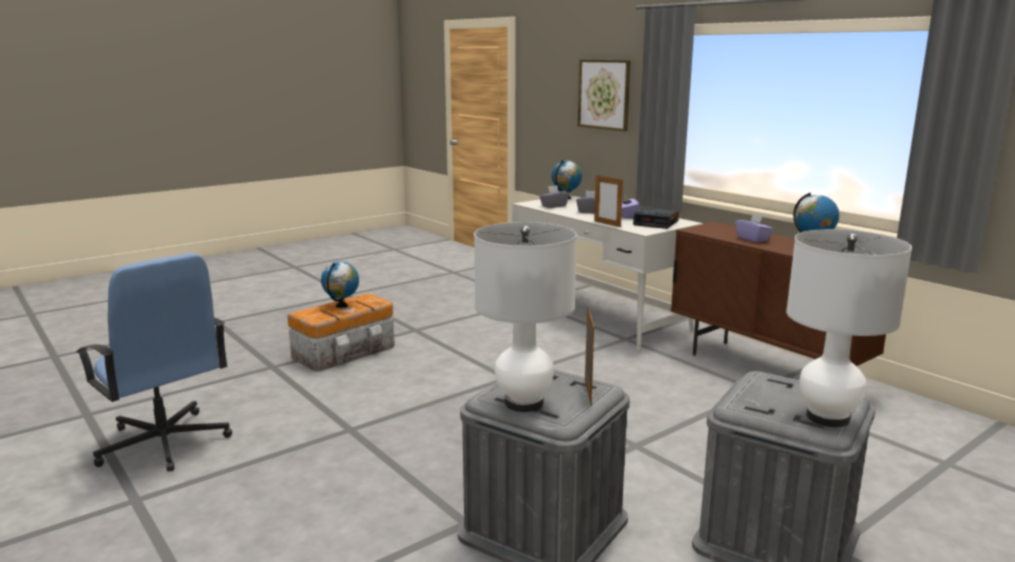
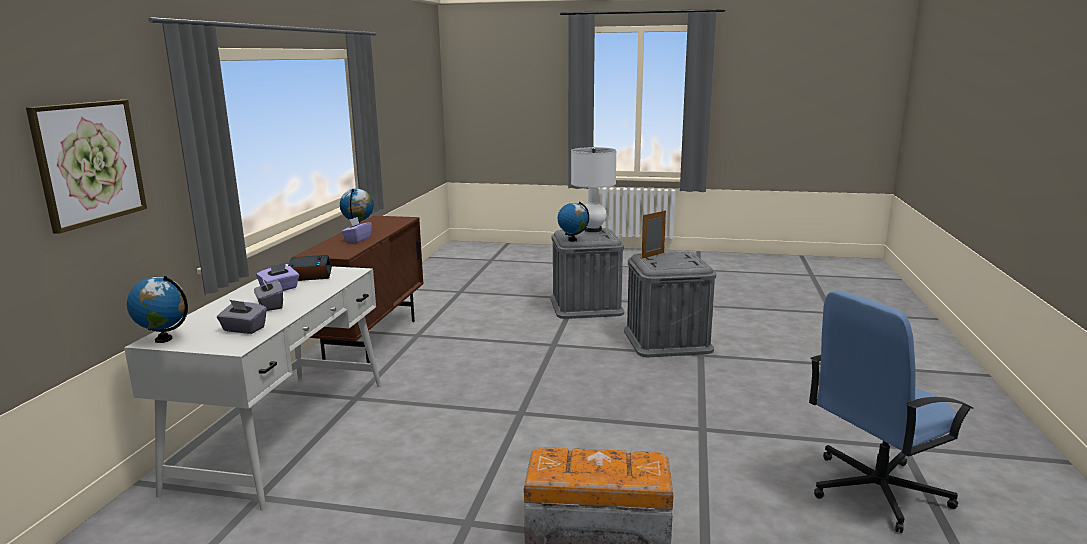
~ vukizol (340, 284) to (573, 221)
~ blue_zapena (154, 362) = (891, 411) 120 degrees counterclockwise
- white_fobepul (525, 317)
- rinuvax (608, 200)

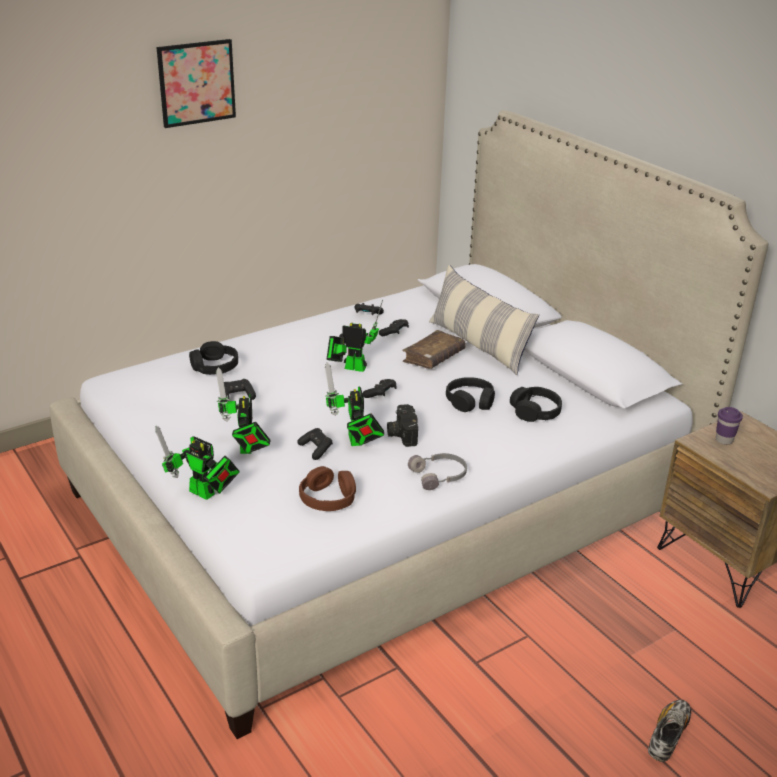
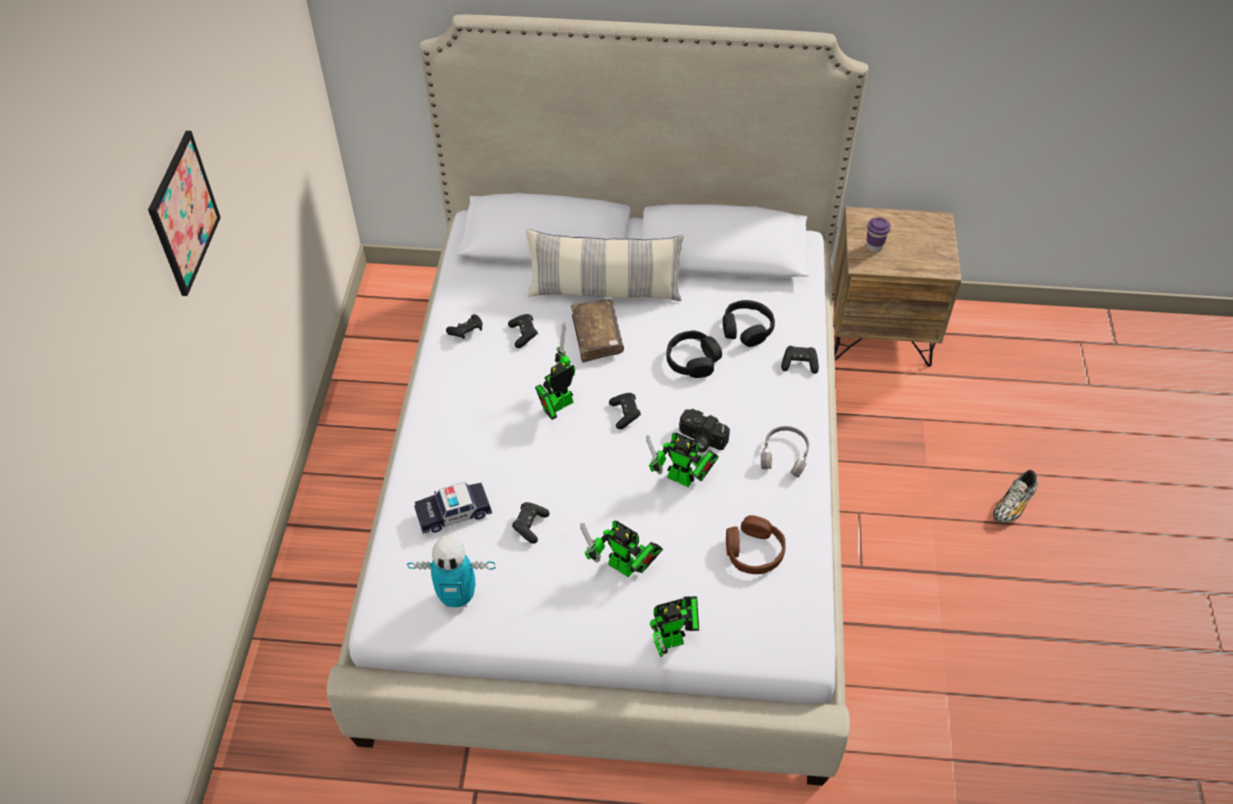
+ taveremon (451, 572)
~ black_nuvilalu (213, 358) to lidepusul (453, 508)
~ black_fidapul (315, 444) to (800, 360)
~ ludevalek (669, 731) = (1015, 496) 120 degrees counterclockwise

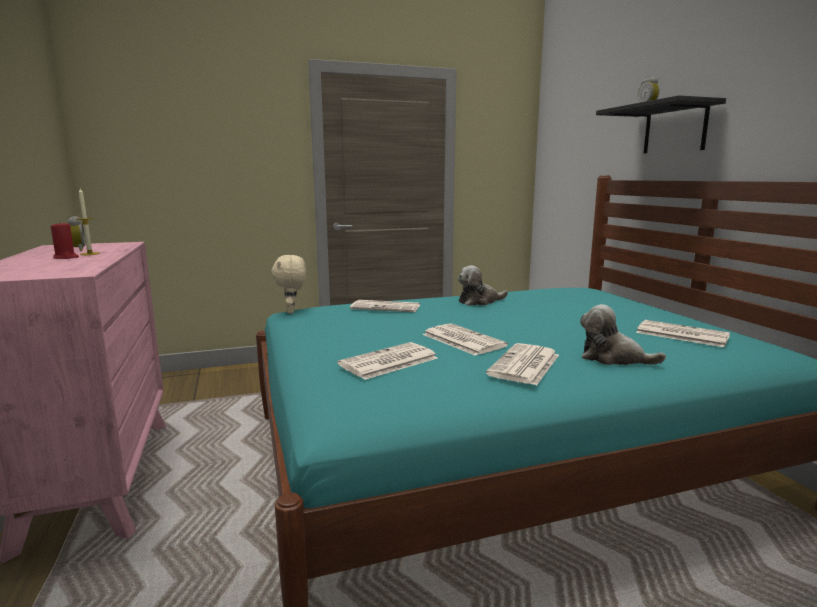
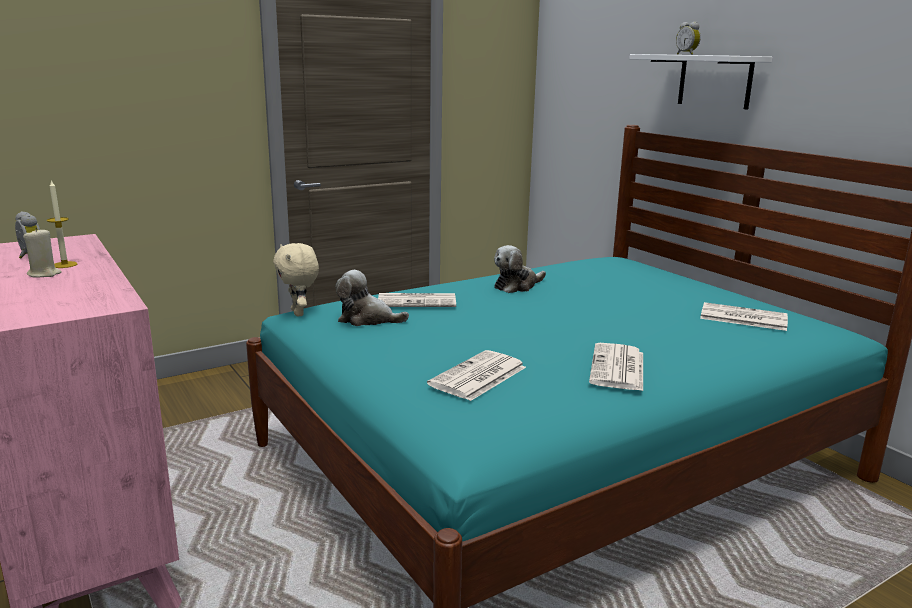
~ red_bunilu (65, 240) to beige_bunilu (42, 252)
~ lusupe (623, 334) to (372, 298)
~ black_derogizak (661, 124) to white_derogizak (700, 82)
- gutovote (465, 339)

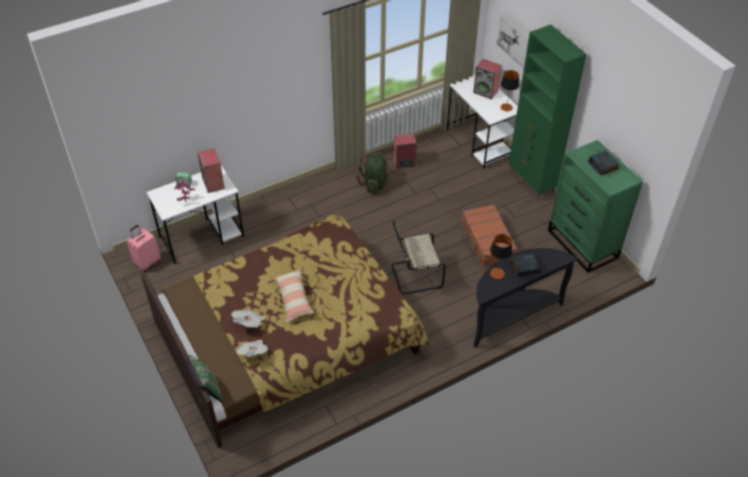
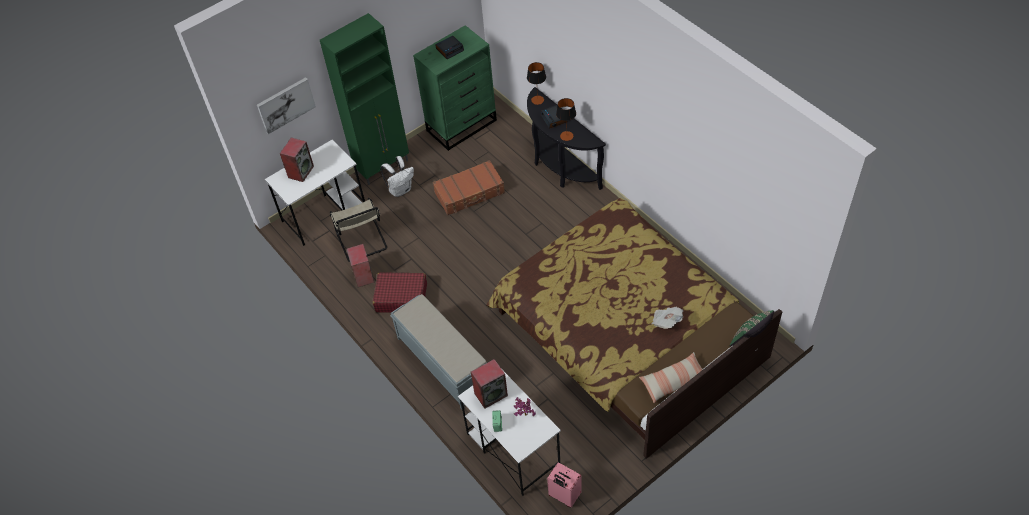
~ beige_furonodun (418, 258) to (358, 230)
~ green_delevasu (373, 172) to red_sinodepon (400, 293)
+ white_delevasu (397, 176)
+ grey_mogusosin (438, 351)
~ fobepul (510, 90) to (536, 83)
~ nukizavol (294, 295) to (671, 377)
- gutovote (252, 348)

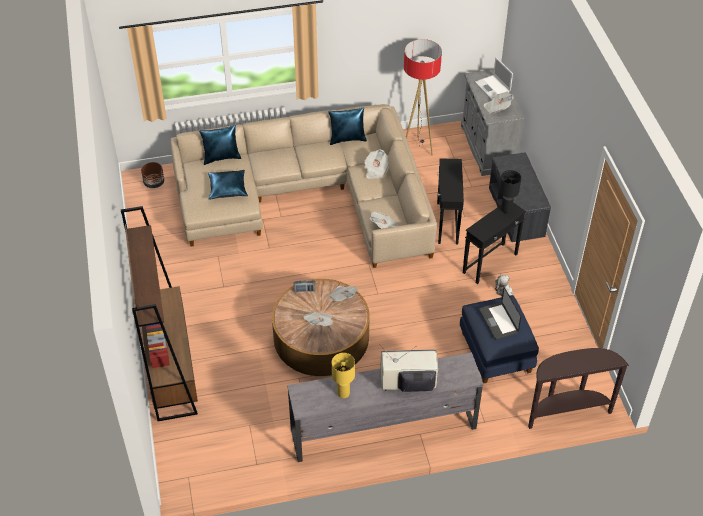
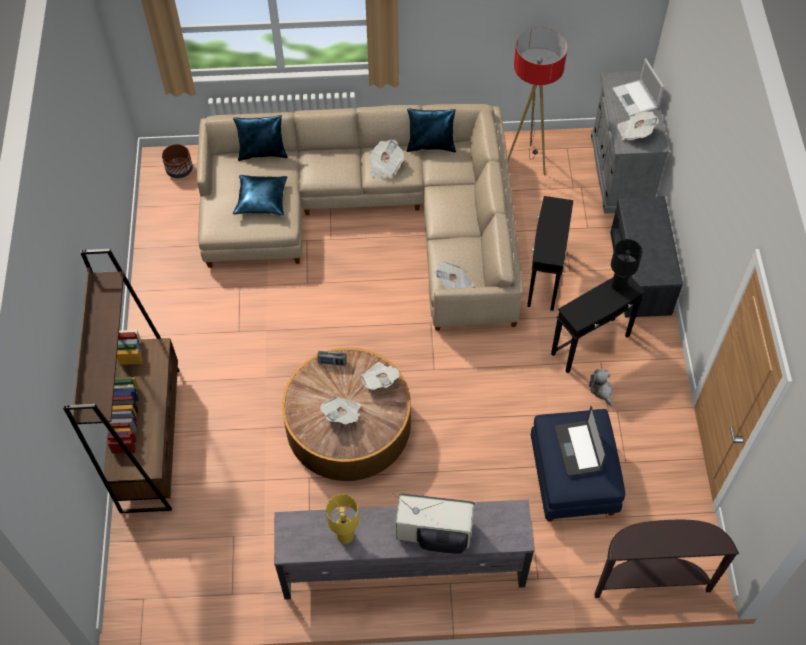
~ gutovote (376, 164) to (386, 159)

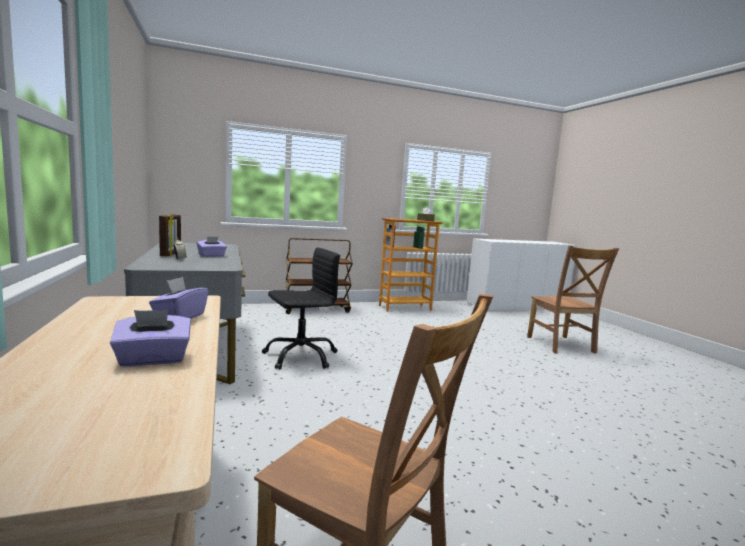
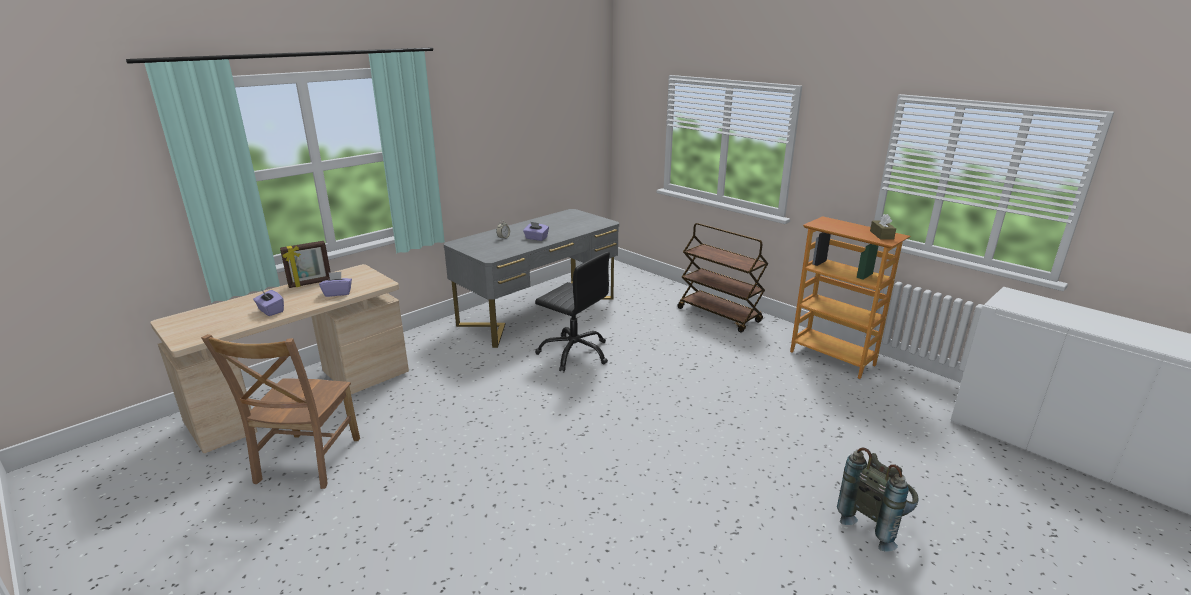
~ rinuvax (170, 235) to (305, 264)
~ brown_furonodun (573, 300) to grey_delevasu (878, 499)

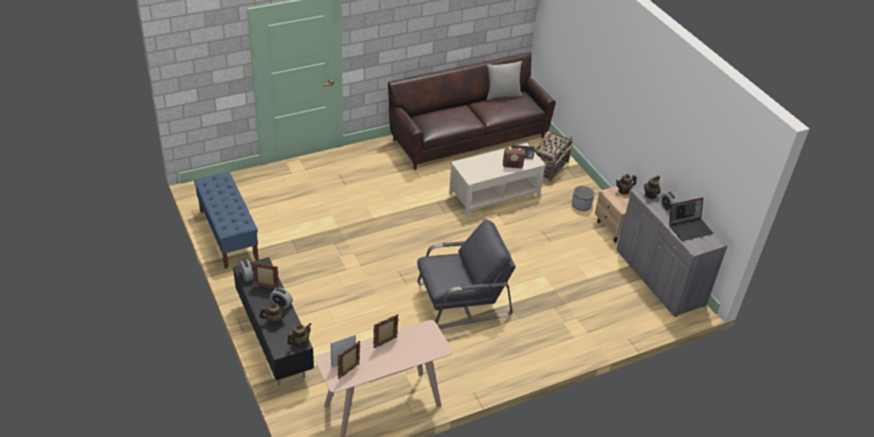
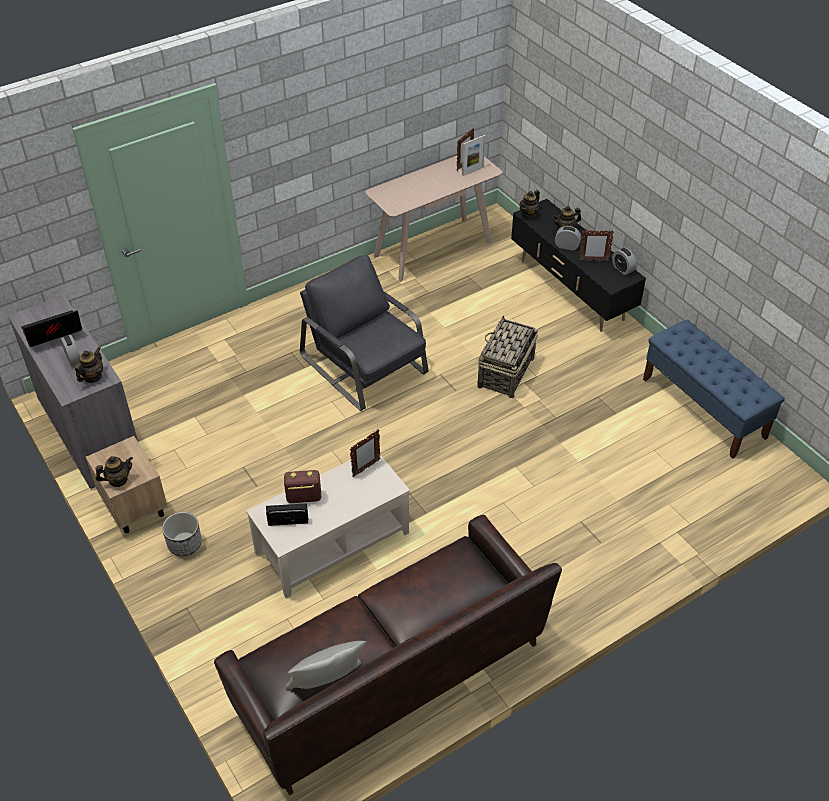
~ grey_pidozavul (466, 274) = (364, 333) 75 degrees clockwise
~ rinuvax (386, 331) to (365, 453)
~ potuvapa (553, 157) to (507, 356)

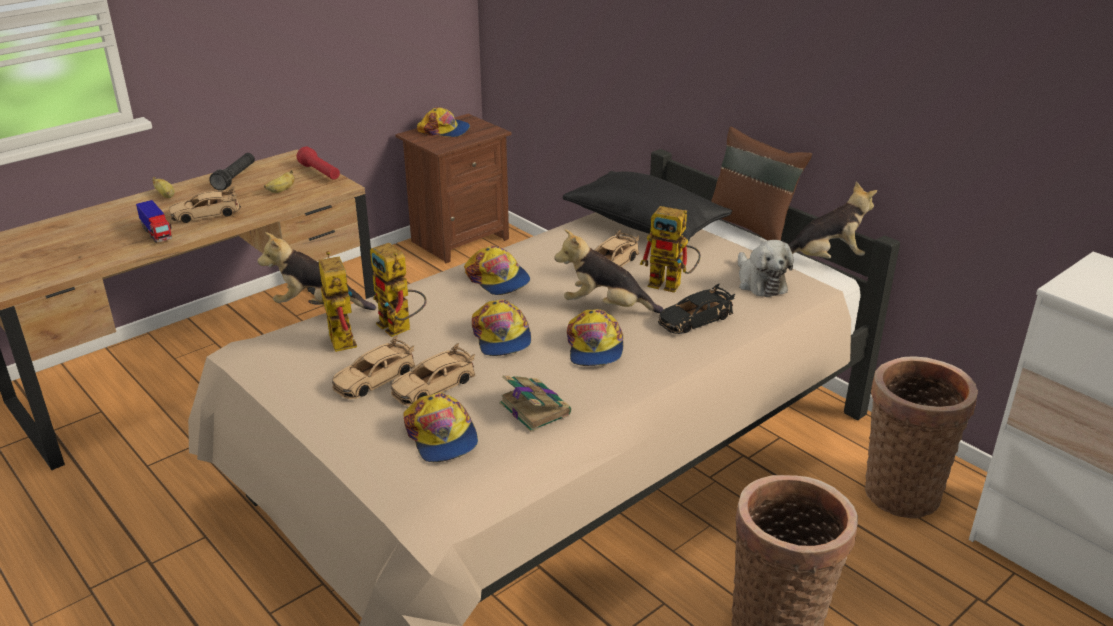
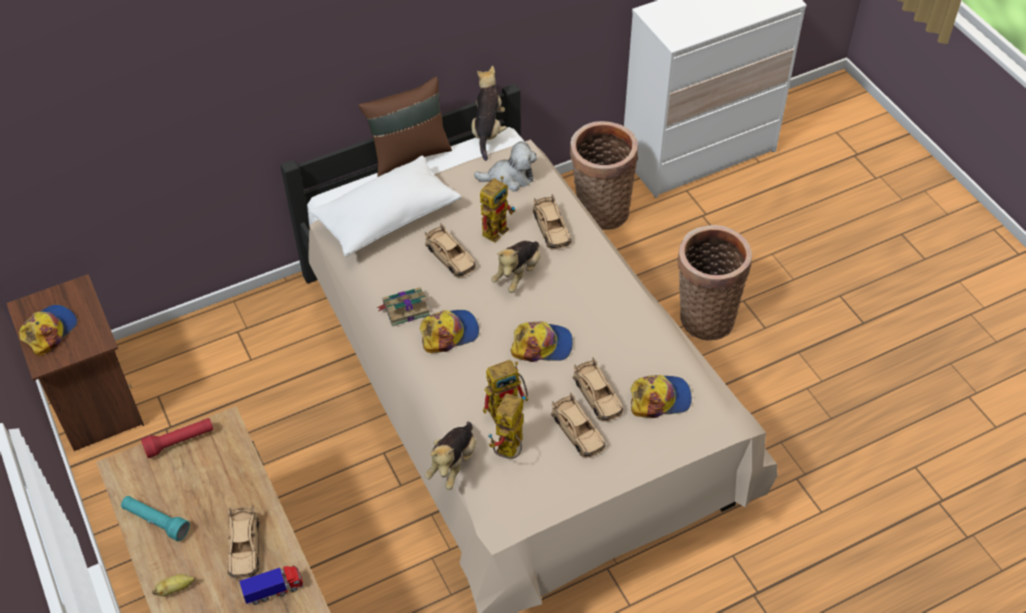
~ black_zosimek (232, 172) to turquoise_zosimek (155, 518)
~ black_nukizavol (647, 206) to white_nukizavol (385, 206)
~ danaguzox (535, 403) to (403, 306)
~ taveremon (332, 301) = (505, 426) 60 degrees counterclockwise
~ black_lidepusul (696, 309) to beige_lidepusul (552, 222)
- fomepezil (279, 181)
- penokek (595, 337)

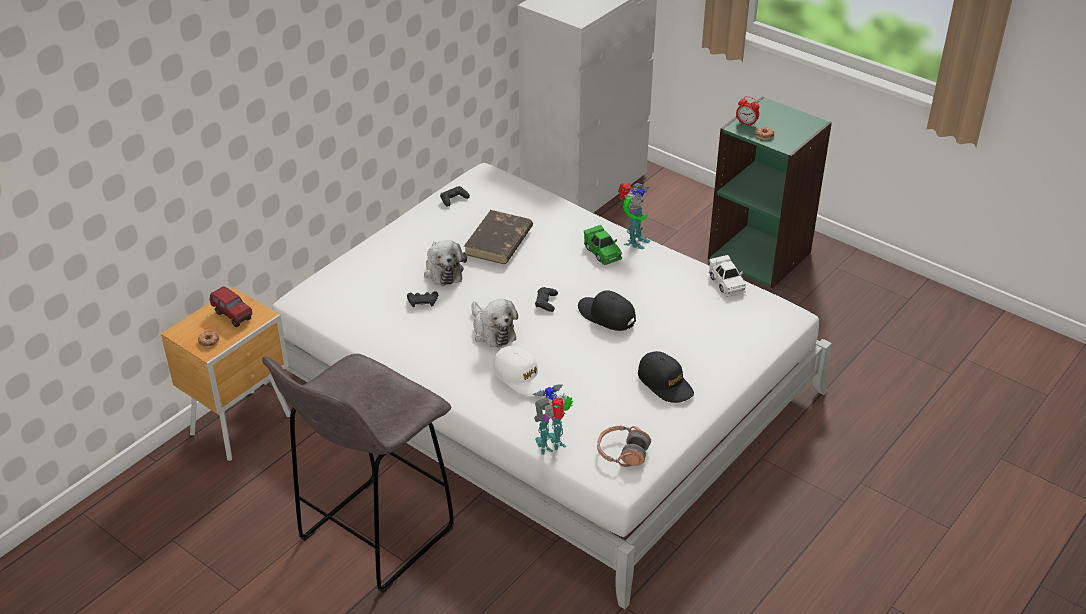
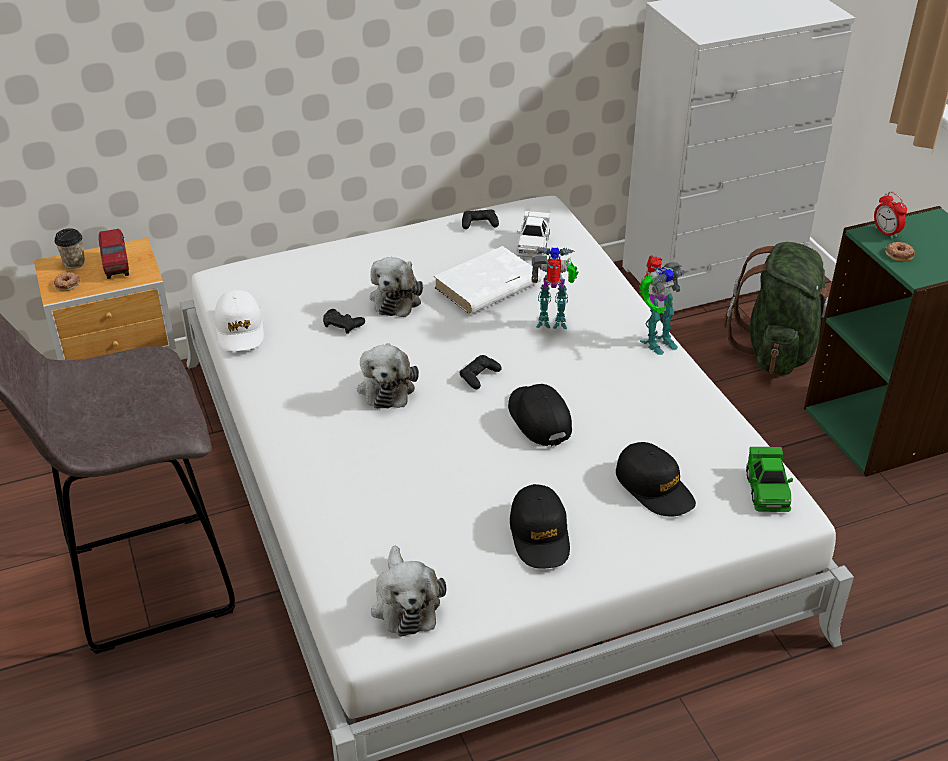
+ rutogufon (69, 248)
~ white_penokek (521, 371) to (239, 321)
~ nuvilalu (624, 446) to lusupe (408, 591)
~ brown_danaguzox (498, 237) to white_danaguzox (487, 280)
~ white_lidepusul (727, 276) to (533, 234)
~ taveremon (553, 419) to (554, 287)
+ black_penokek (656, 479)
+ green_delevasu (775, 308)
~ green_lidepusul (603, 245) to (769, 479)

